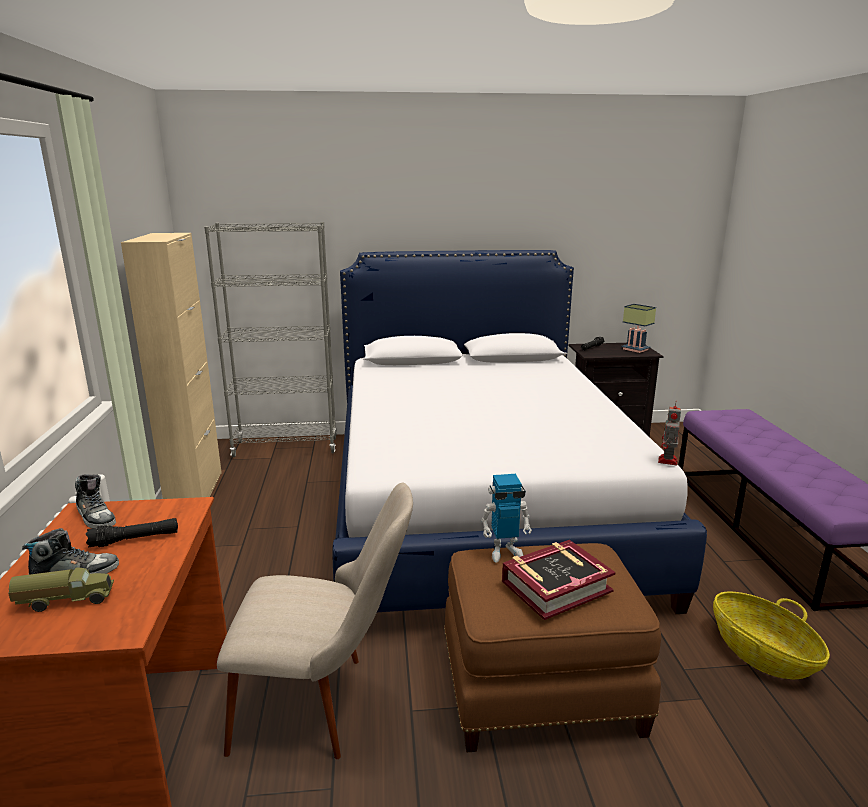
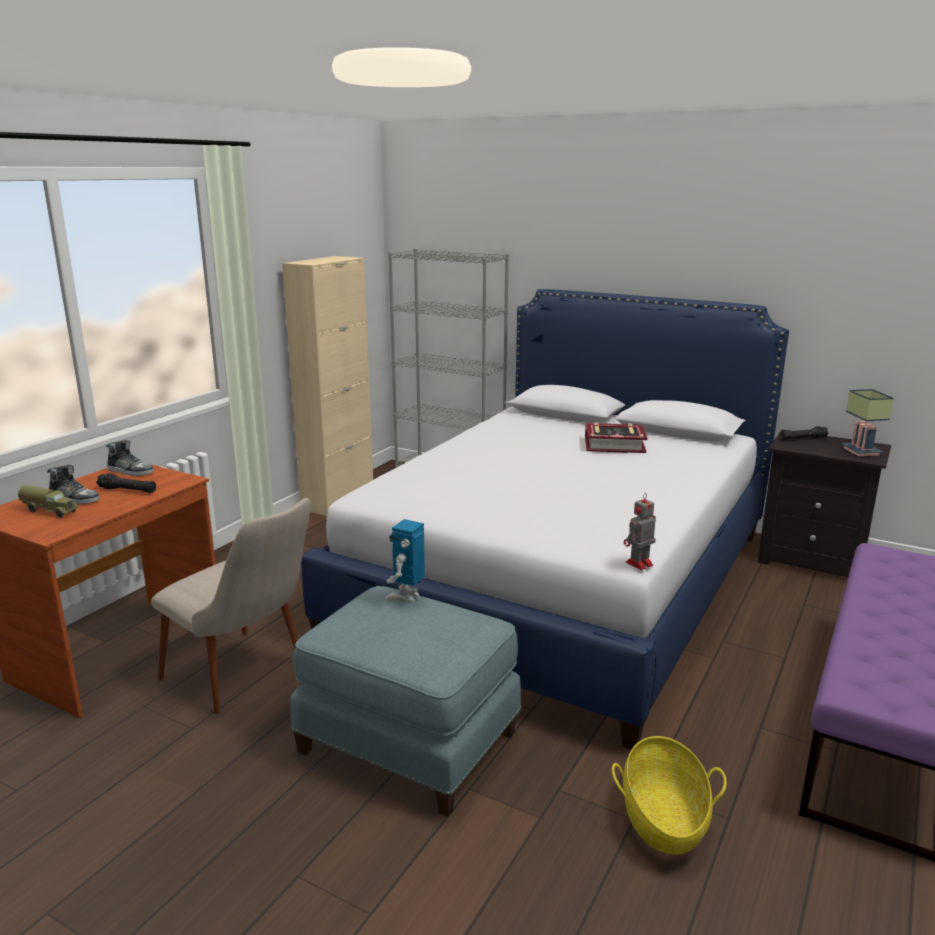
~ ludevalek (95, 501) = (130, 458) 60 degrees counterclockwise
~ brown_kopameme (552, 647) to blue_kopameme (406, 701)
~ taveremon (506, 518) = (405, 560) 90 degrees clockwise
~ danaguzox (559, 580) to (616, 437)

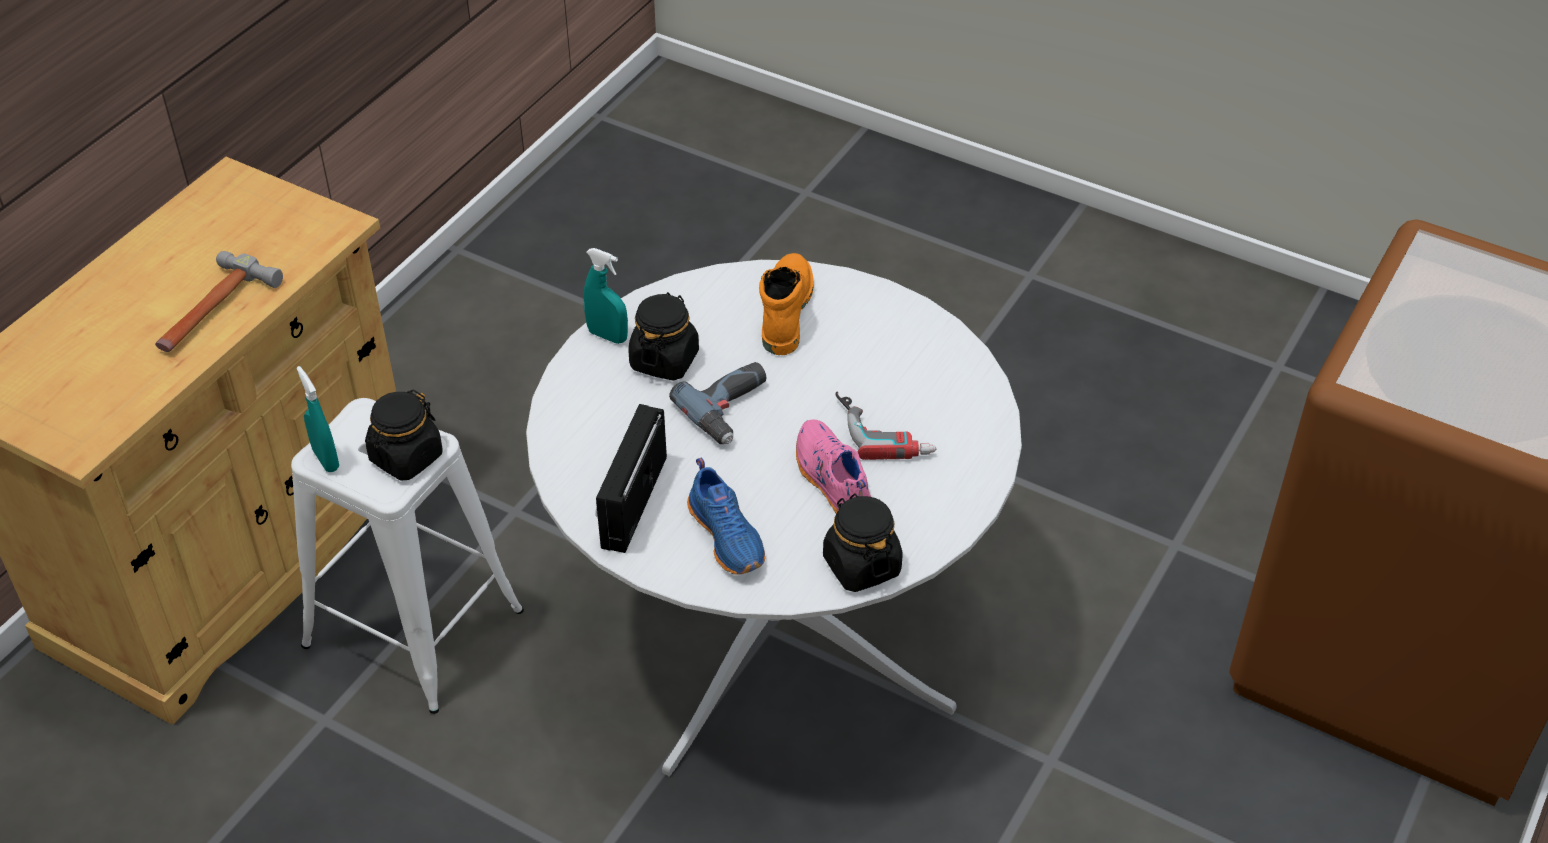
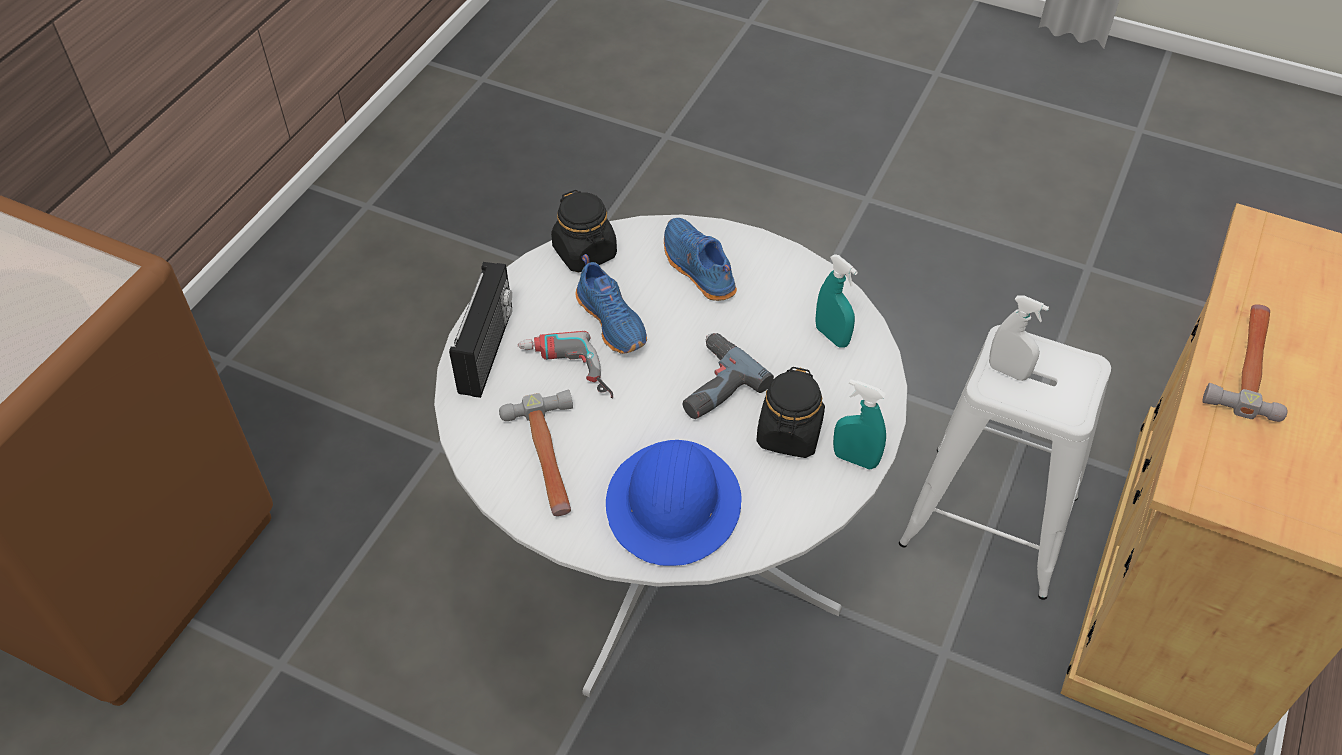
~ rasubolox (631, 478) to (480, 330)
+ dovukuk (536, 453)
~ pink_ludevalek (833, 466) to blue_ludevalek (611, 304)
~ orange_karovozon (786, 304) to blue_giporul (674, 503)
~ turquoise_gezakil (317, 419) to (836, 301)
~ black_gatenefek (404, 435) to white_gezakil (1019, 338)

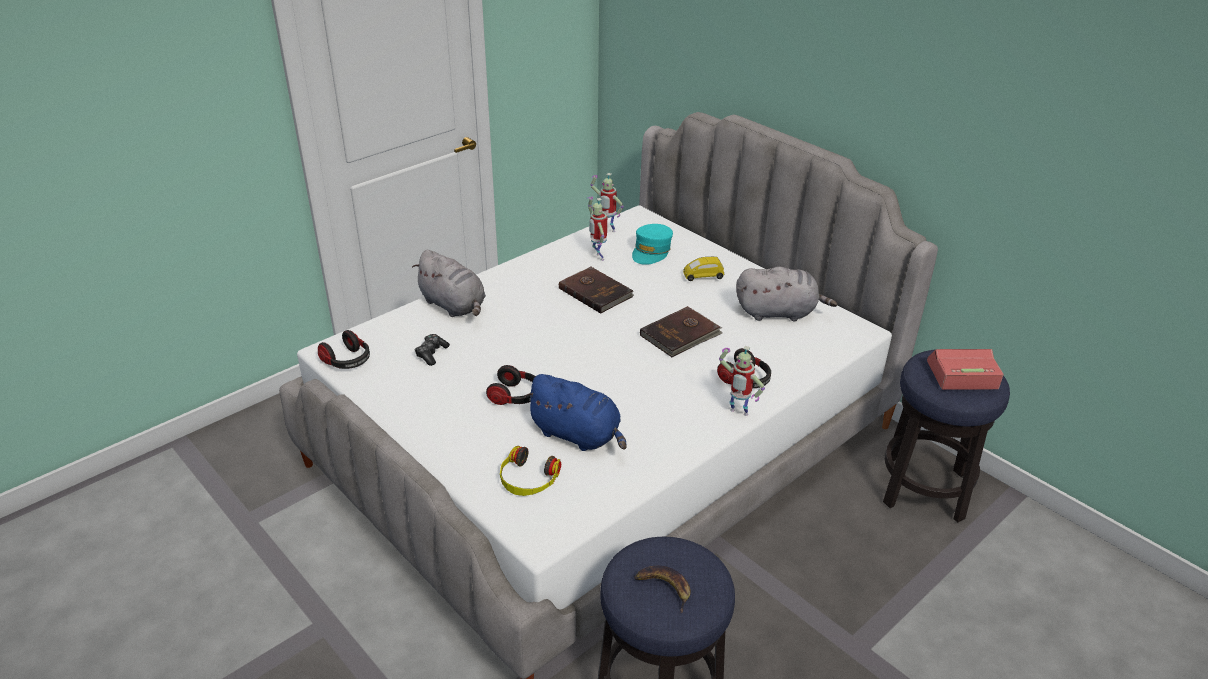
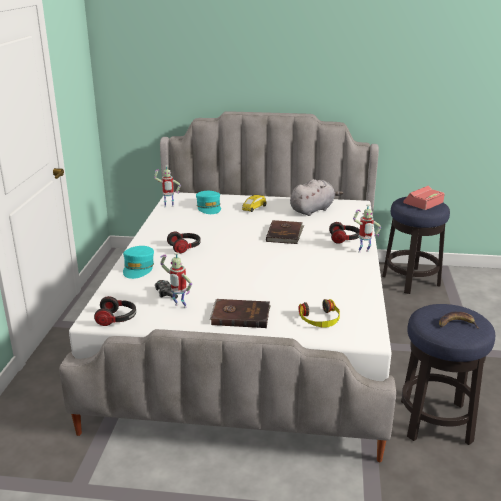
~ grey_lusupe (449, 283) to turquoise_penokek (138, 262)
~ taveremon (597, 229) to (176, 280)
~ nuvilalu (511, 385) to (184, 242)
~ brown_danaguzox (596, 290) to (240, 313)
- blue_lusupe (575, 412)

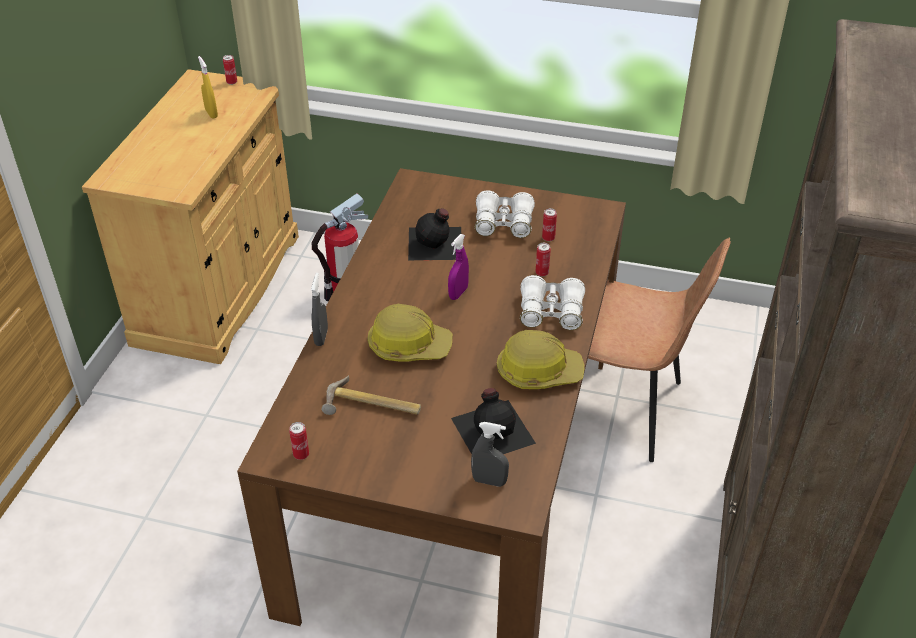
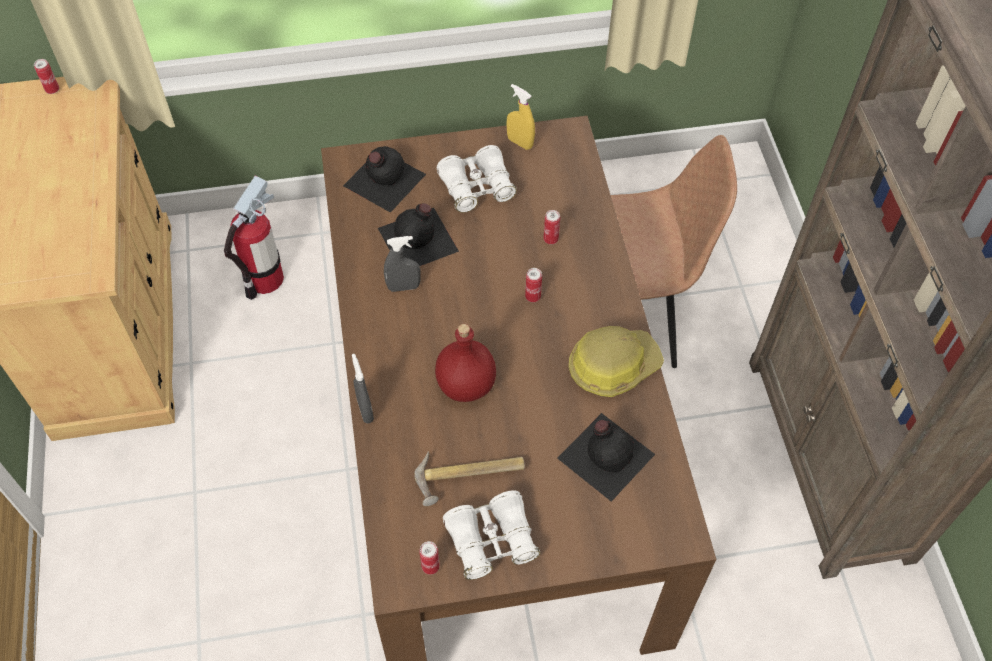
+ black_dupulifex (384, 179)
~ grey_gezakil (490, 454) to (402, 264)
~ giporul (410, 333) to red_dupulifex (465, 363)
~ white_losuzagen (552, 302) to (491, 535)
~ yellow_gezakil (208, 87) to (520, 117)
~ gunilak (549, 224) to (533, 285)
- purple_gezakil (458, 267)

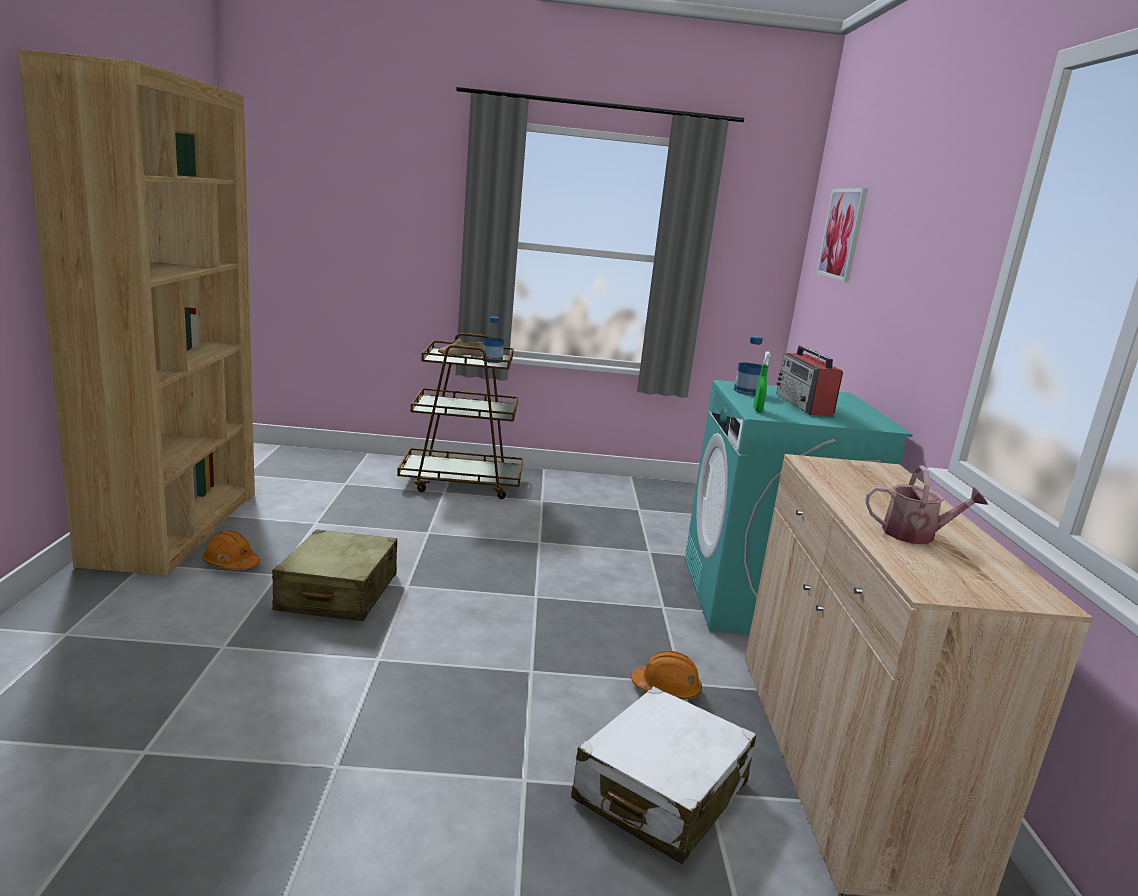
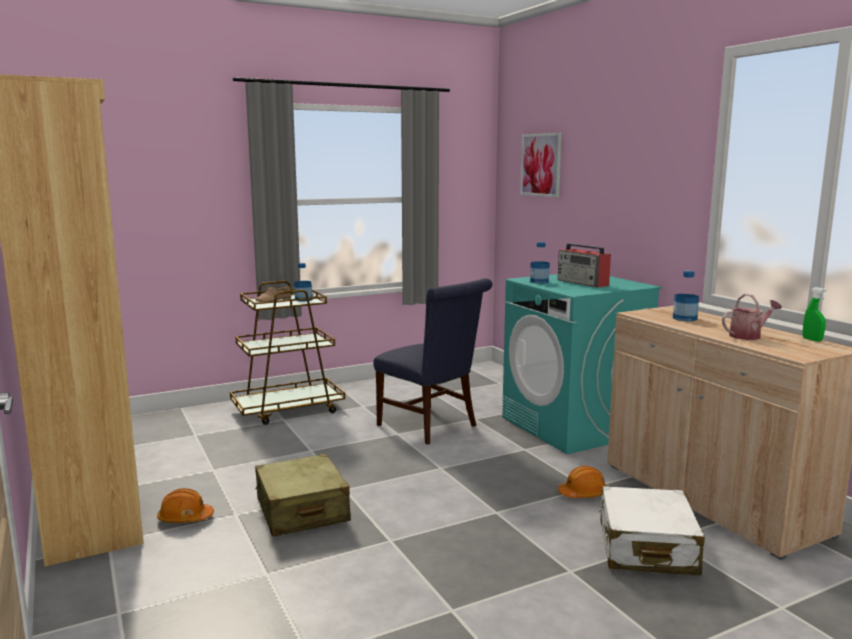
+ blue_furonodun (433, 361)
+ dupulifex (686, 296)
~ green_gezakil (761, 381) to (815, 314)

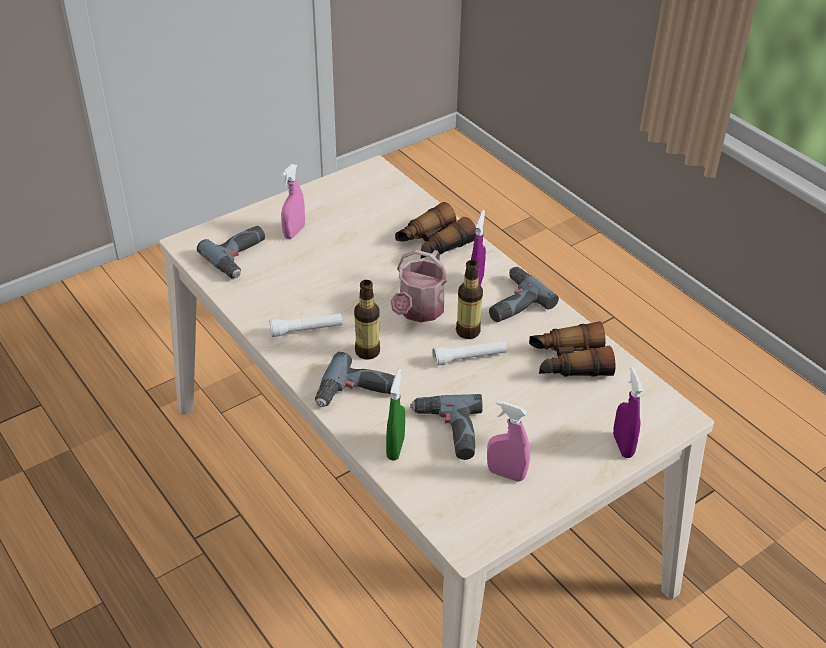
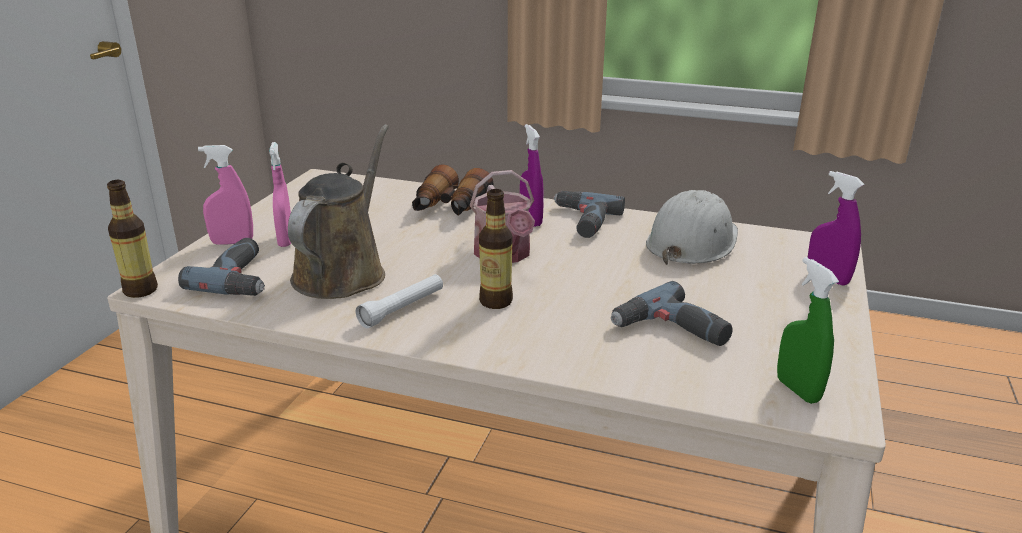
~ dupulifex (469, 299) to (132, 239)
~ pink_gezakil (508, 441) to (225, 195)
+ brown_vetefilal (338, 211)
~ losuzagen (572, 349) to white_giporul (692, 227)
~ green_gezakil (395, 415) to (808, 330)
- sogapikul (355, 379)
- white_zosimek (469, 353)

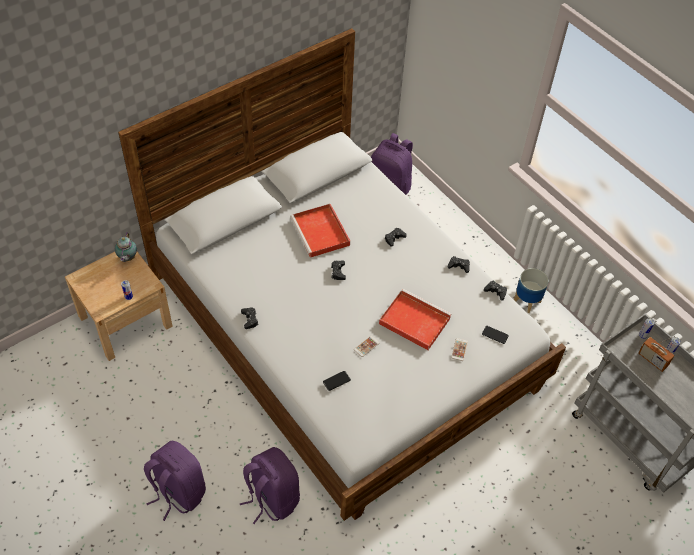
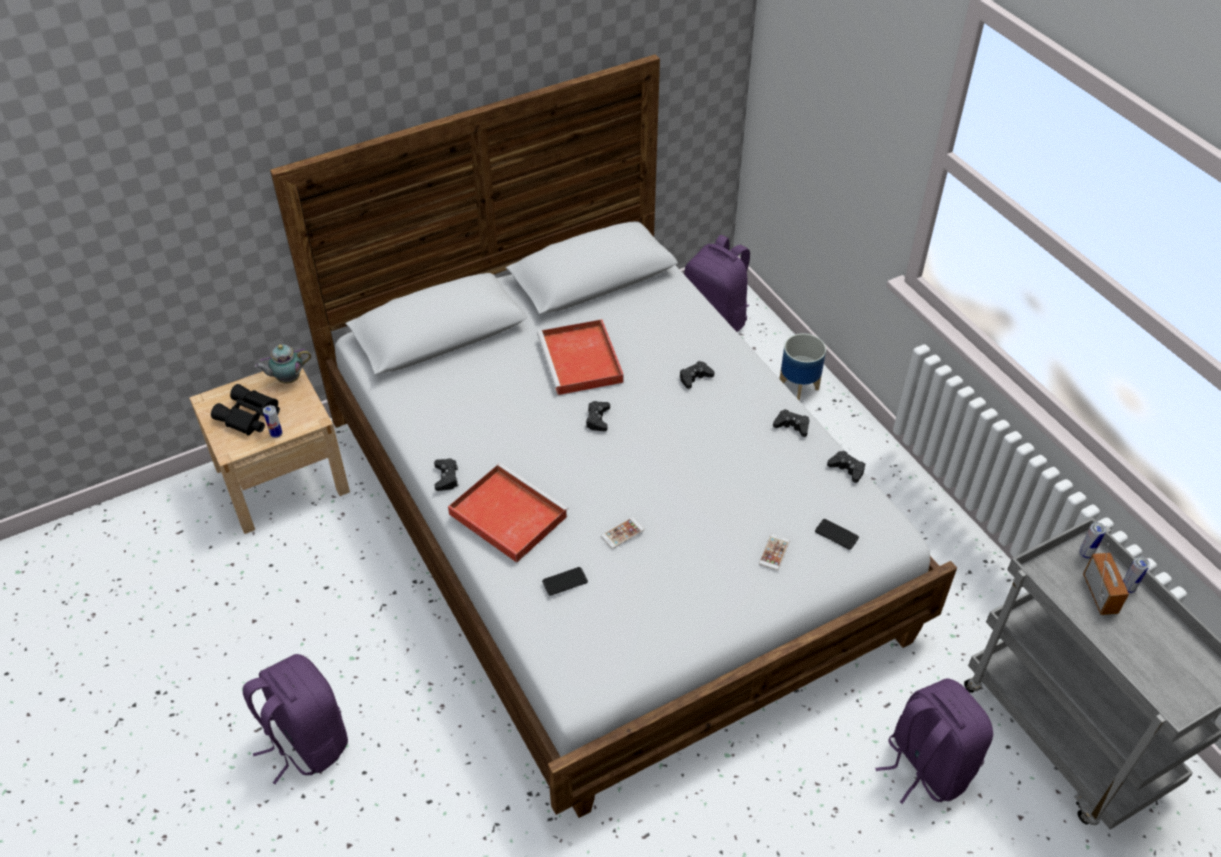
+ black_losuzagen (245, 410)
~ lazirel (126, 247) = (282, 364) 60 degrees clockwise
~ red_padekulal (415, 319) to (508, 513)
~ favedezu (531, 290) to (803, 367)
~ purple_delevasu (270, 485) to (934, 741)
~ rasubolox (656, 354) = (1106, 579) 150 degrees counterclockwise

